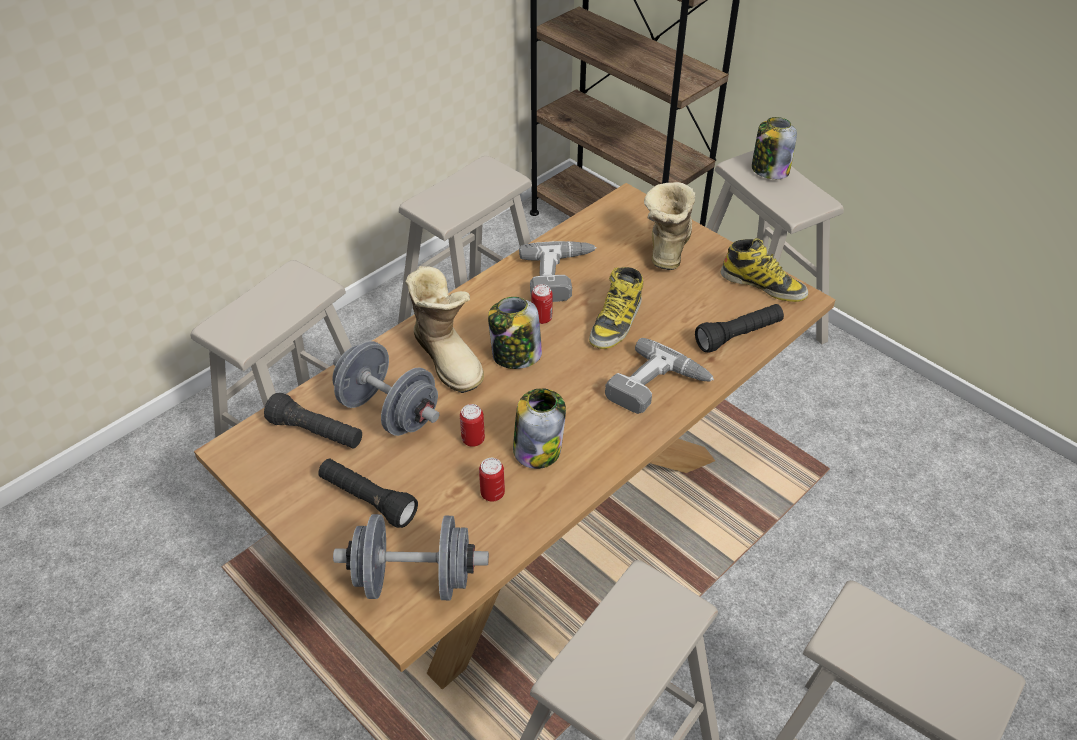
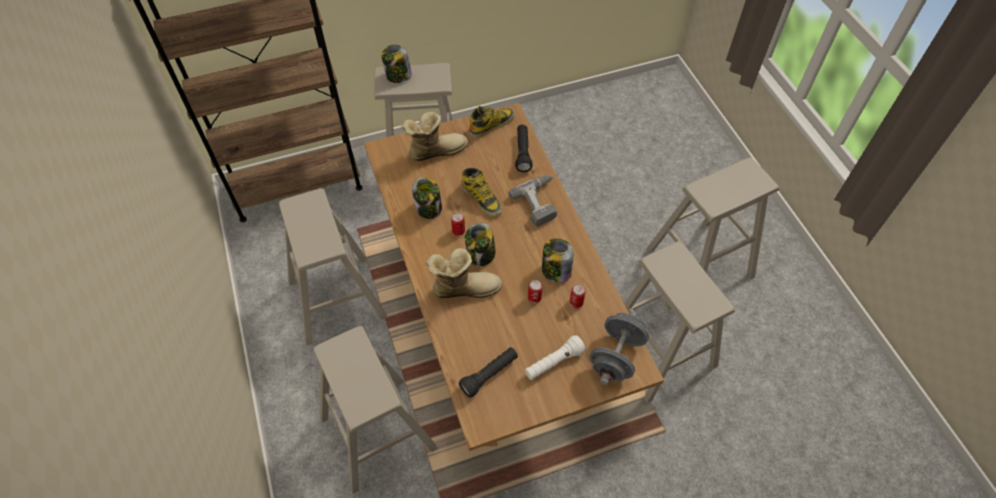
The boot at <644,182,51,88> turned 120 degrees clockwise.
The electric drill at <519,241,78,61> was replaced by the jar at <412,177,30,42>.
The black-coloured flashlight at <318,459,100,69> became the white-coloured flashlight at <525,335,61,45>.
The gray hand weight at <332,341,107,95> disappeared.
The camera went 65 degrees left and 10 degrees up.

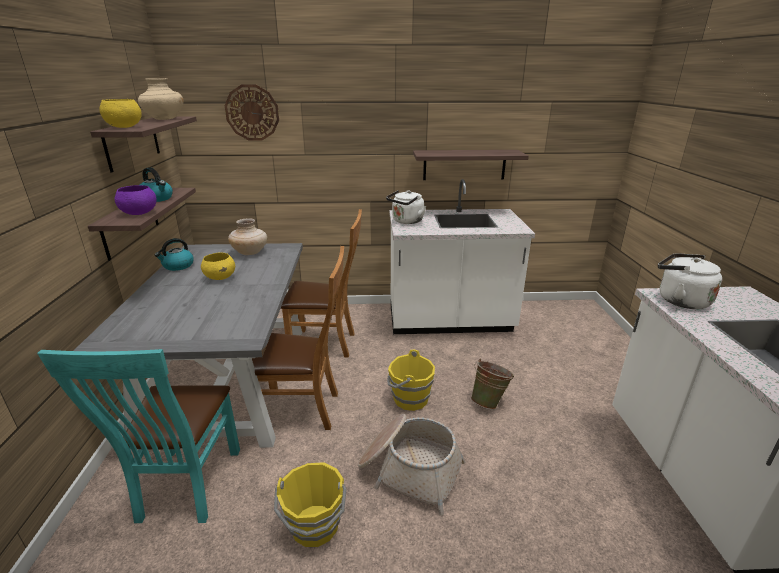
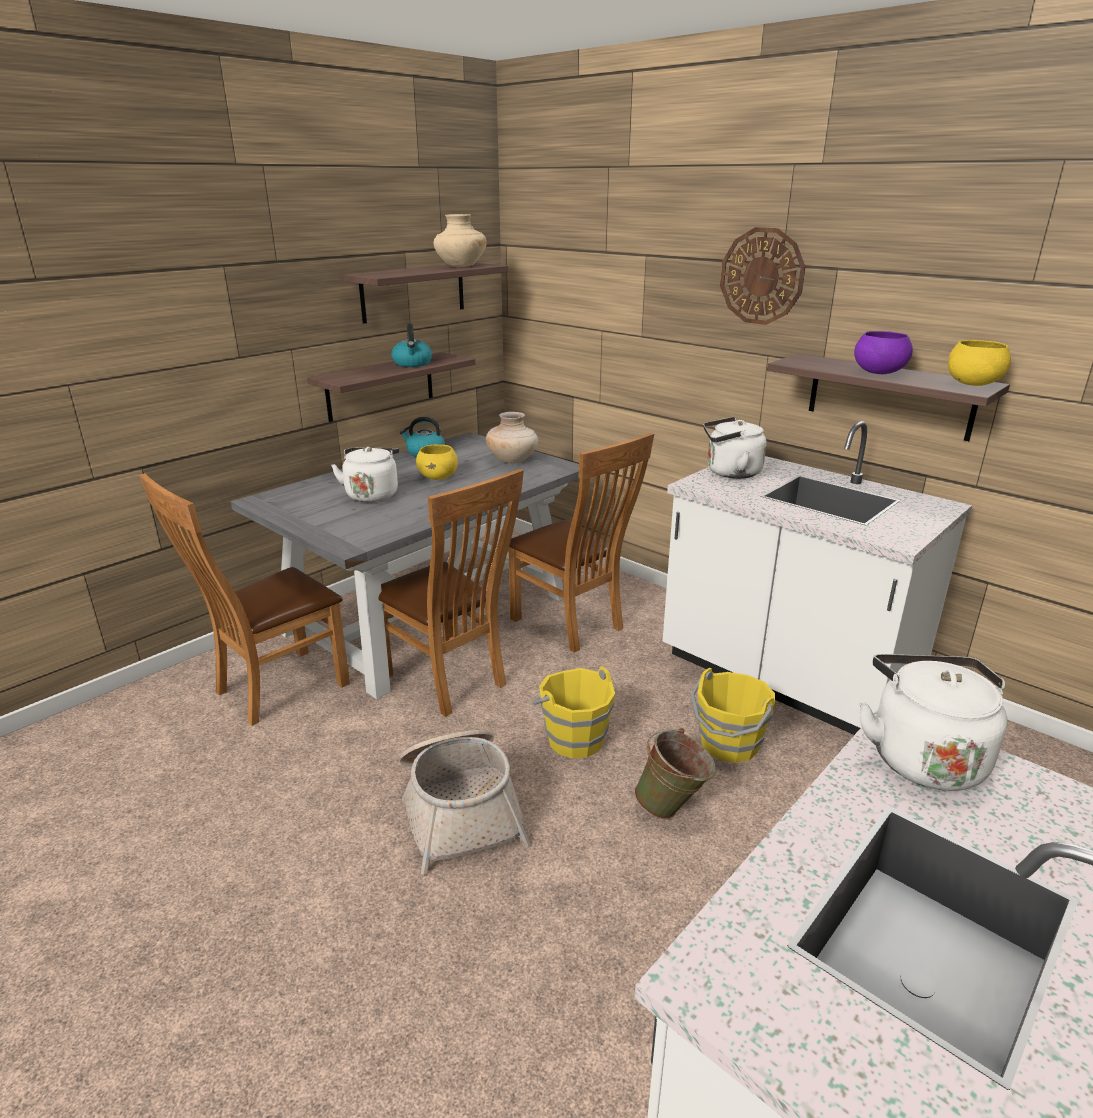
The turquoise plain chair at <37,349,203,174> became the brown plain chair at <139,473,211,253>.
The white-coloured tea kettle at <331,447,68,55> appeared.
The yellow water bucket moved from <274,462,72,85> to <691,668,84,95>.
The clock on the wall moved from <225,84,54,56> to <720,227,85,98>.
The purple-coloured serving bowl moved from <115,185,42,30> to <854,331,59,43>.
The yellow serving bowl moved from <99,99,43,29> to <948,340,63,46>.
The camera went 45 degrees right and 0 degrees up.

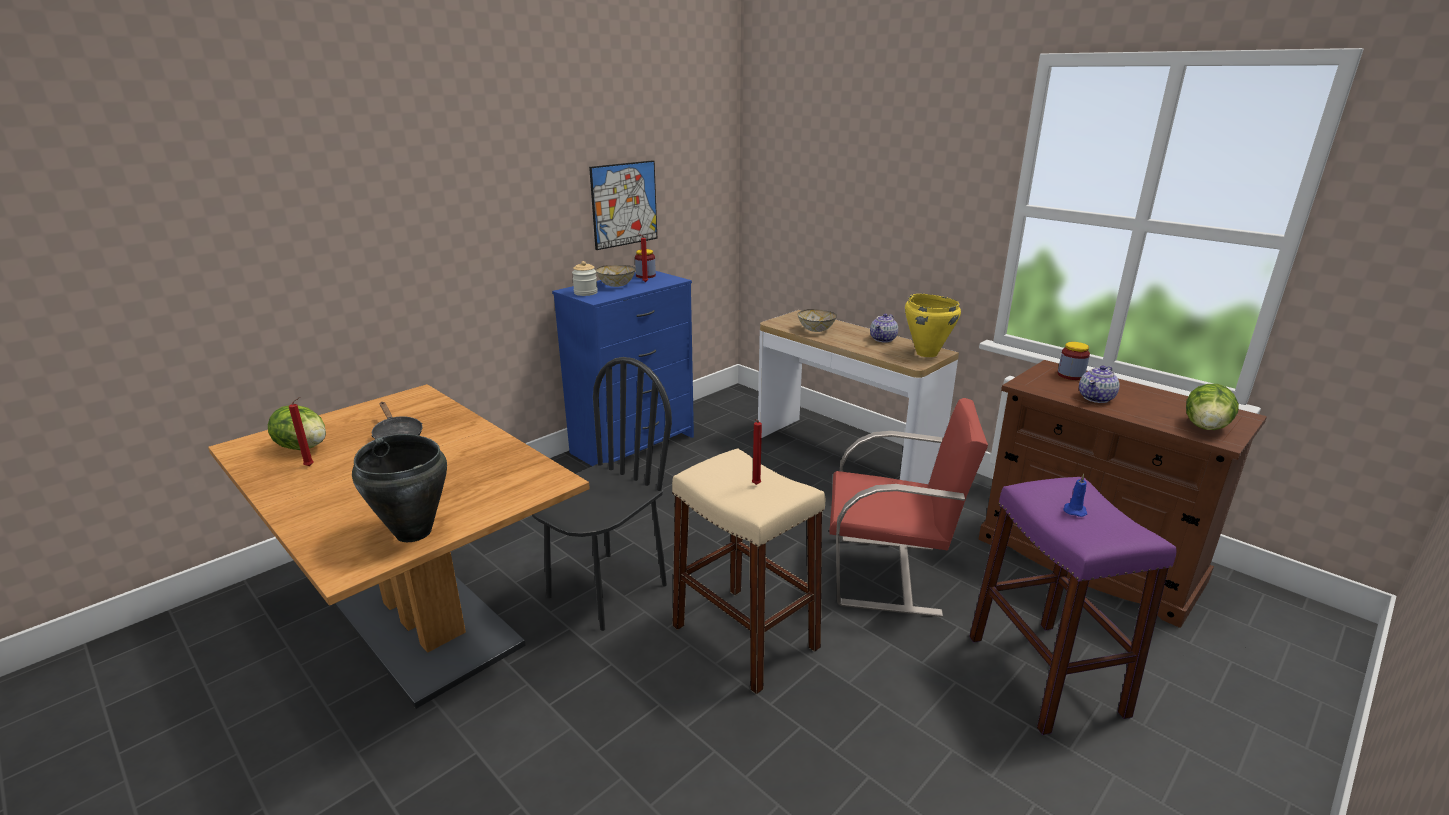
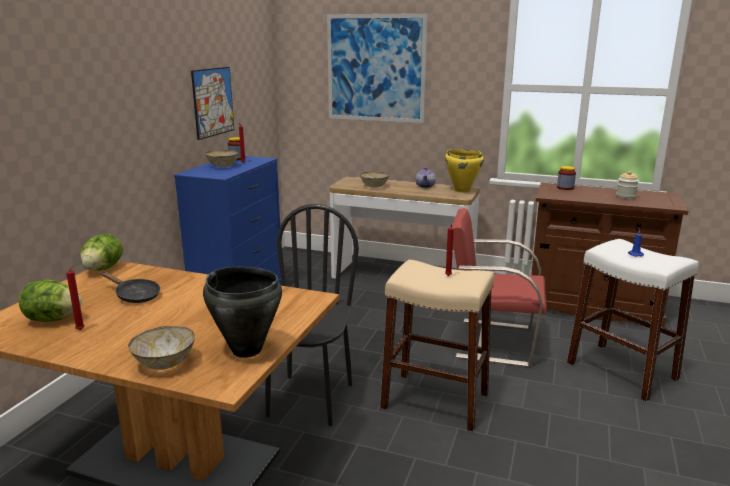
The lettuce head moved from <1186,384,53,46> to <80,234,43,37>.
The serving bowl at <128,326,66,44> appeared.
The wall art at <327,13,101,110> appeared.
The red-coloured plain chair at <829,398,159,219> turned 150 degrees counterclockwise.
The purple-coloured stool seat at <969,477,207,258> became the white-coloured stool seat at <567,239,131,163>.
The jar moved from <572,261,26,35> to <616,171,23,28>.
The tea pot at <1079,365,41,38> disappeared.
The camera went 25 degrees left and 5 degrees down.

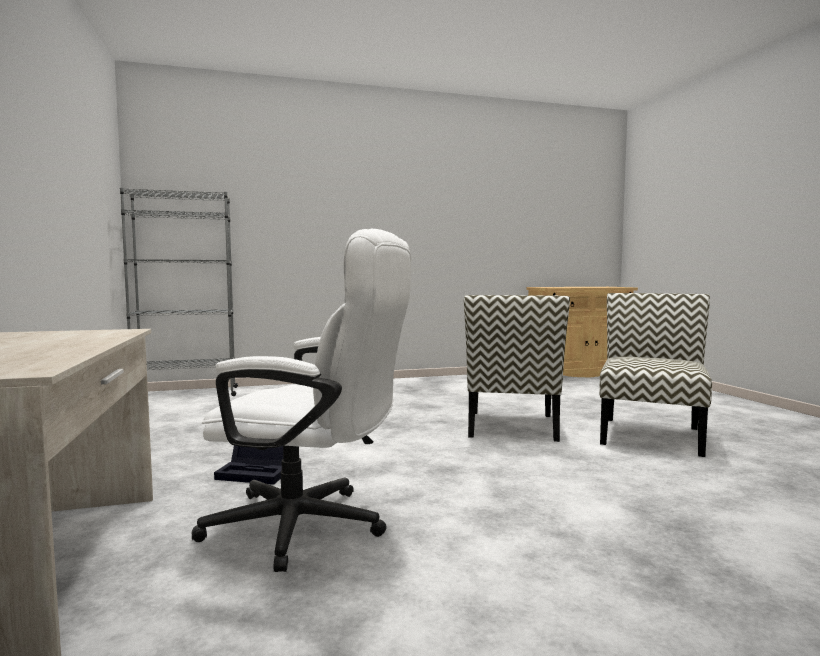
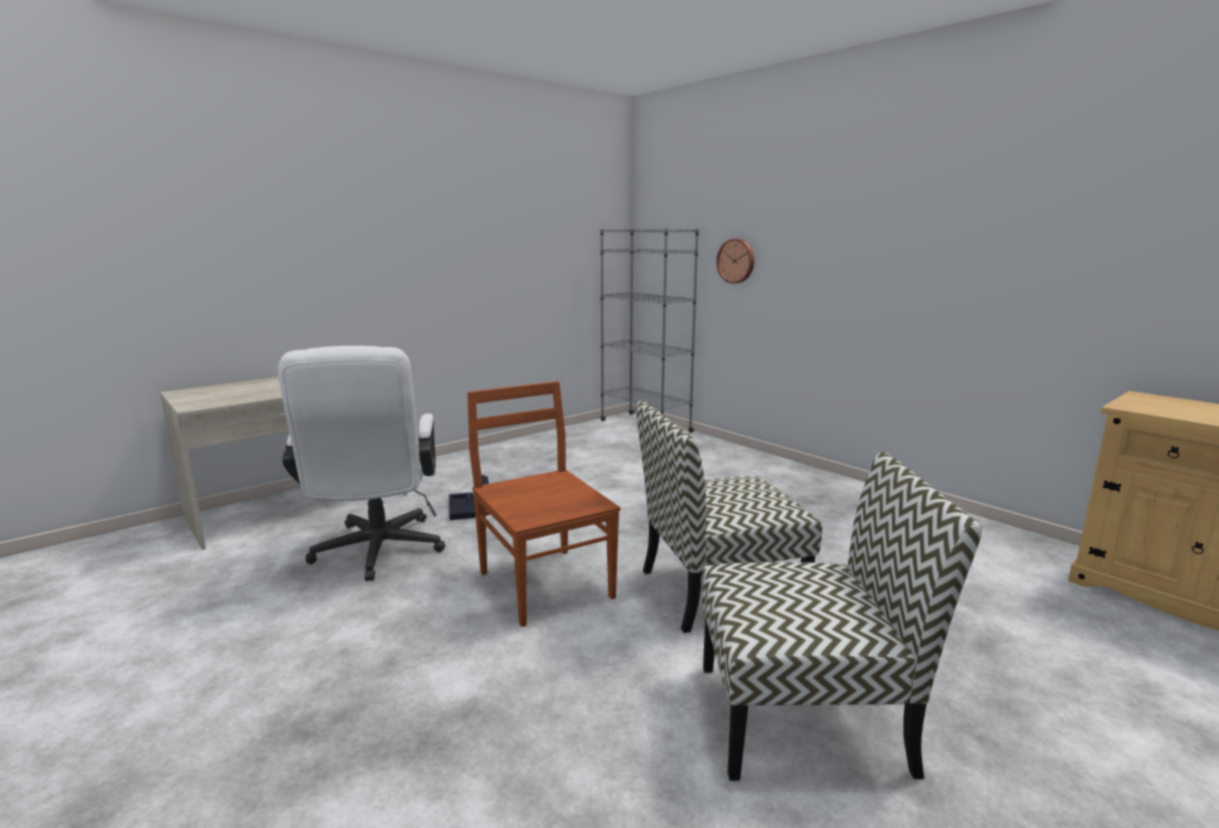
The brown plain chair at <467,381,154,246> appeared.
The clock on the wall at <716,239,38,45> appeared.
The camera went 65 degrees right and 10 degrees up.

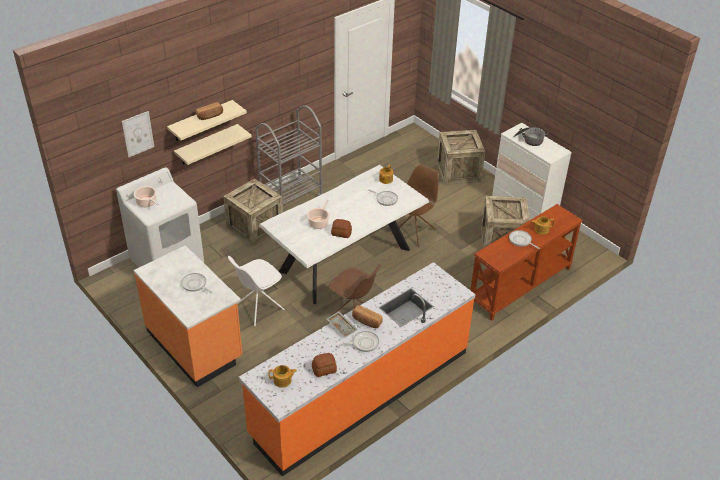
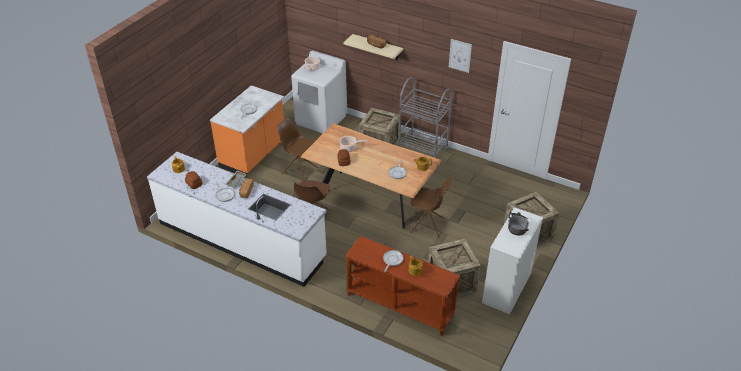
The orangey kitchen base unit at <239,262,237,215> became the white-coloured kitchen base unit at <147,152,180,135>.
The white-coloured plain chair at <228,256,57,70> became the brown plain chair at <277,118,41,62>.
The white-coloured dinner table at <259,165,170,139> became the brown dinner table at <301,123,141,105>.
The wall art moved from <122,111,32,46> to <449,39,23,34>.
The sand-coloured bracket shelf at <174,124,78,41> disappeared.
The camera went 70 degrees right and 0 degrees up.

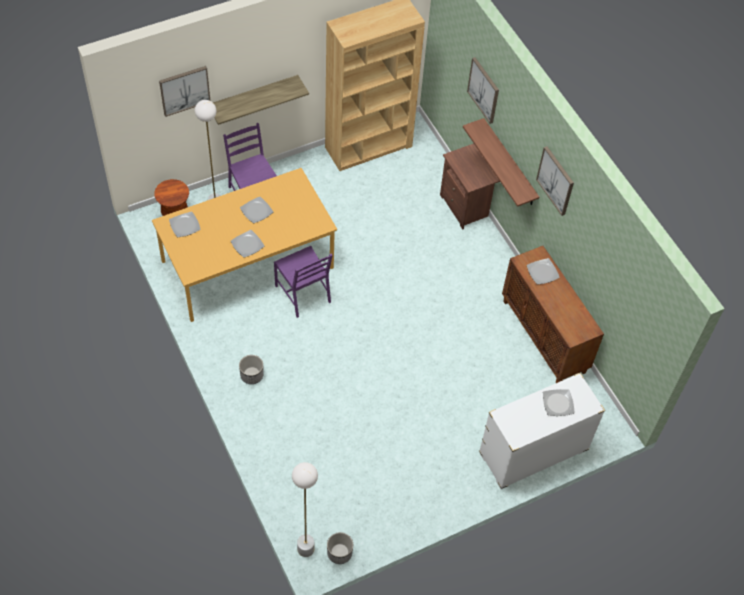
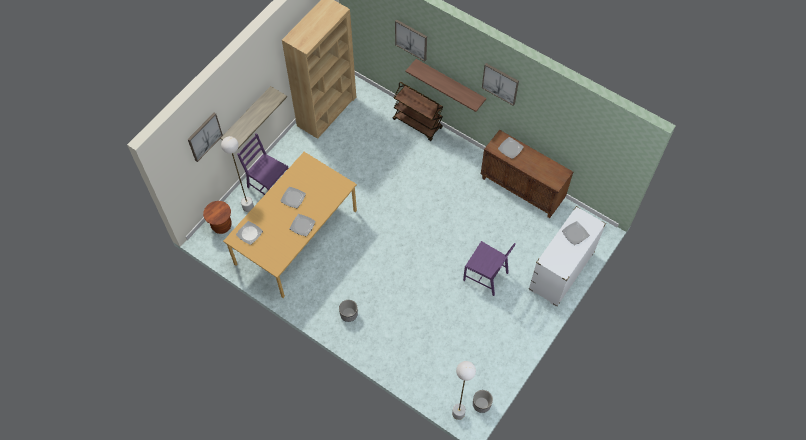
The brown bedside table at <440,143,60,87> was replaced by the brown wheeled cart at <393,82,50,59>.
The purple-coloured plain chair moved from <274,246,59,72> to <463,241,53,55>.
The camera went 25 degrees left and 5 degrees up.

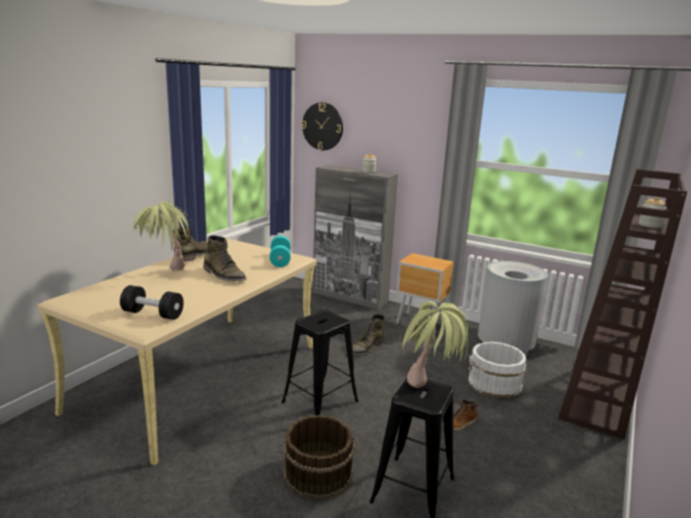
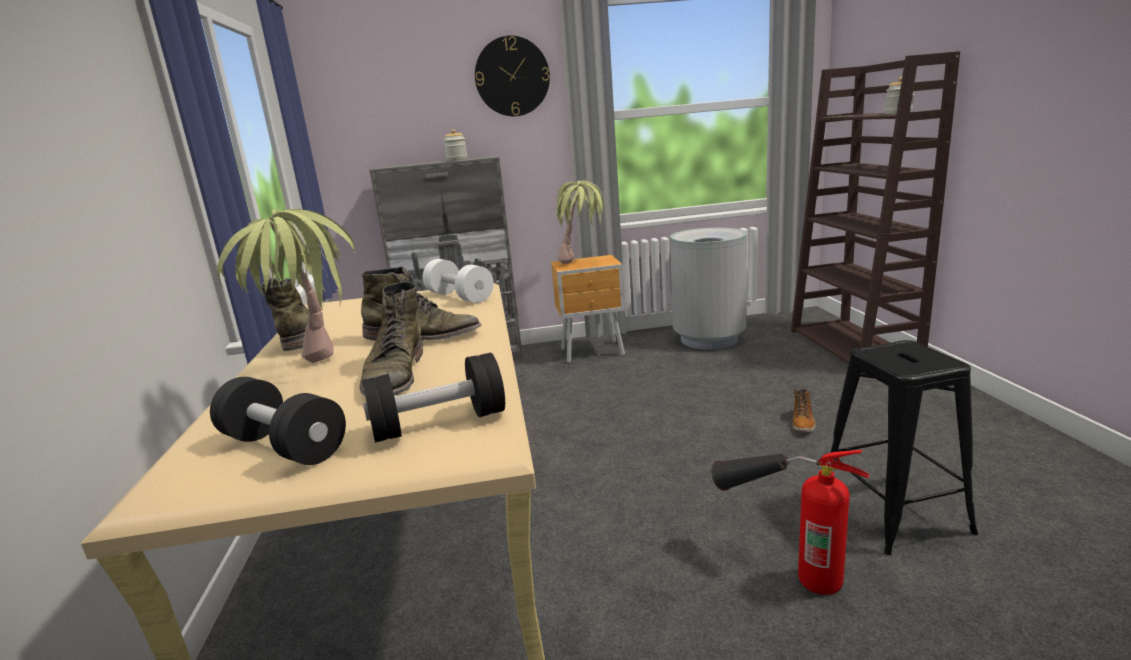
The black-coloured hand weight at <210,377,136,88> appeared.
The green-coloured boot moved from <352,314,33,42> to <359,281,64,115>.
The turquoise hand weight at <270,236,21,31> became the white-coloured hand weight at <423,259,71,44>.
The clock on the wall moved from <302,102,41,48> to <475,36,75,80>.
The houseplant moved from <400,301,68,87> to <554,180,51,84>.
The brown water bucket at <283,415,72,85> was replaced by the fire extinguisher at <711,450,159,145>.
The black-coloured stool seat at <282,310,76,105> disappeared.
The white-coloured water bucket at <468,342,59,56> disappeared.
The camera went 35 degrees left and 0 degrees up.

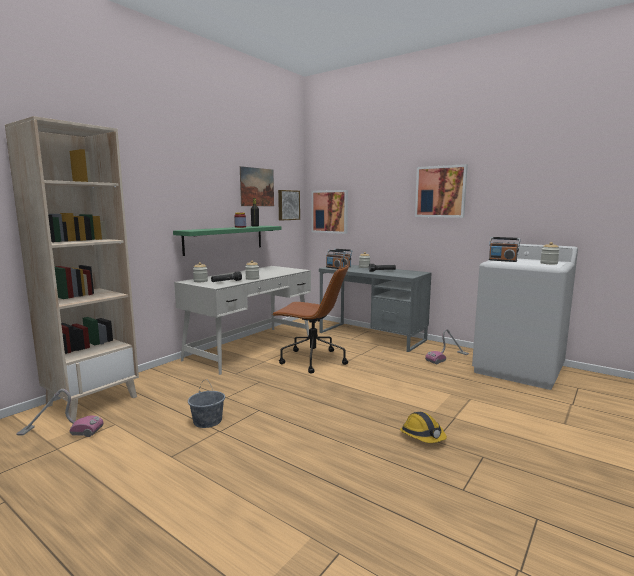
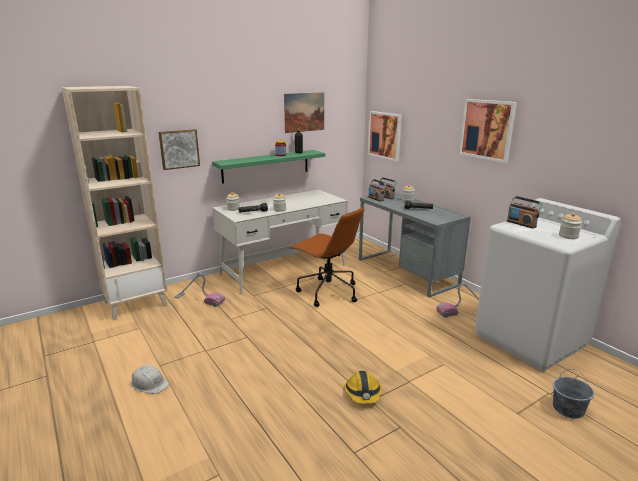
The white-coloured work helmet at <131,365,38,29> appeared.
The wall art moved from <278,190,22,31> to <159,129,41,41>.
The vacuum moved from <16,389,88,48> to <174,273,51,34>.
The gray water bucket moved from <188,382,37,46> to <553,369,42,50>.
The camera went 20 degrees right and 10 degrees up.

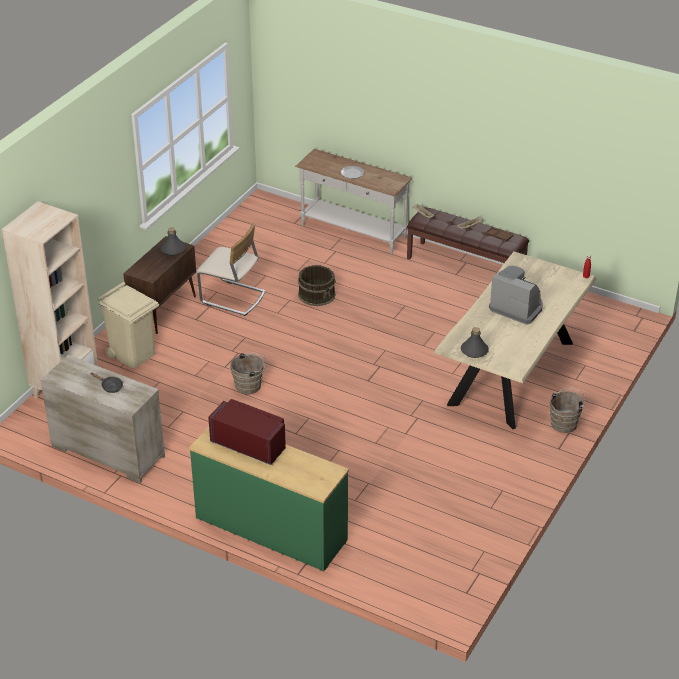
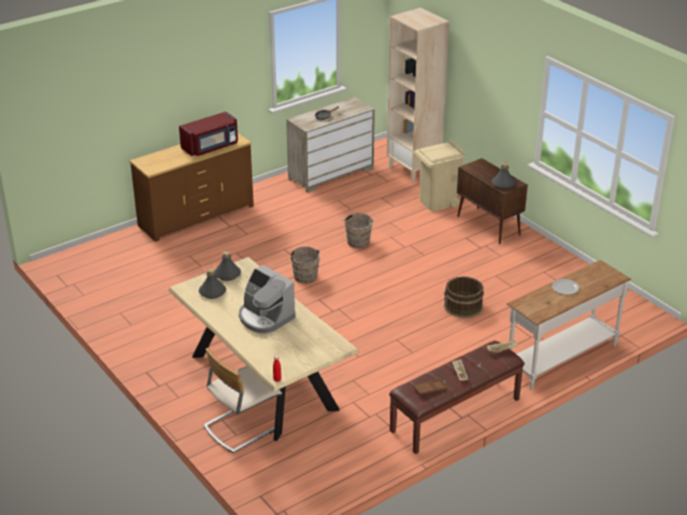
The green-coloured dresser at <189,427,160,144> became the brown dresser at <129,133,125,109>.
The gray drink bottle at <199,268,27,31> appeared.
The sand-coloured plain chair moved from <196,223,69,93> to <204,348,78,106>.
The coffee machine at <489,266,54,59> turned 75 degrees clockwise.
The brown water bucket moved from <550,388,37,45> to <290,246,31,37>.
The camera went 115 degrees right and 5 degrees down.

